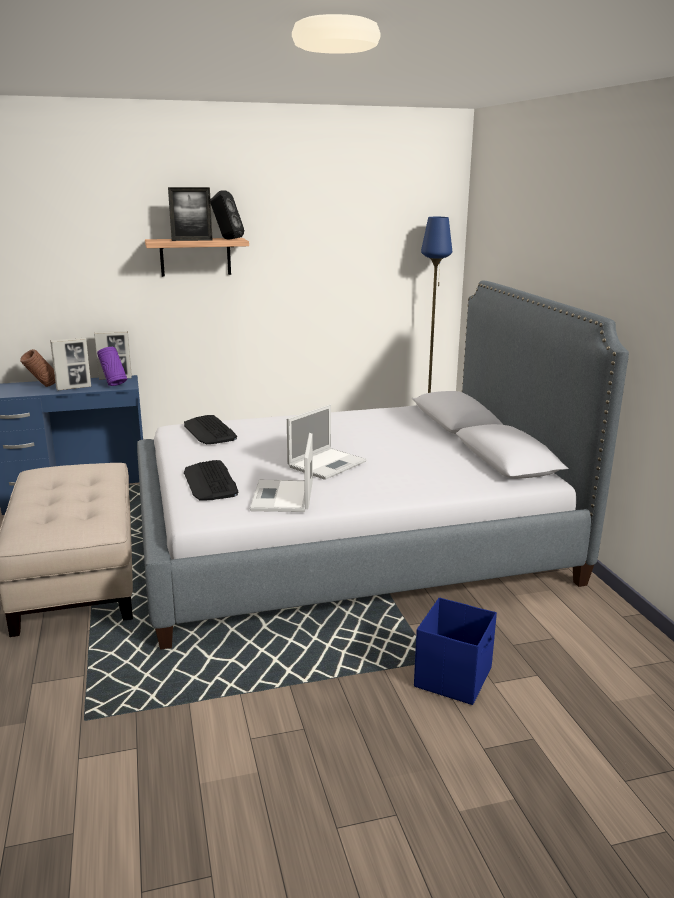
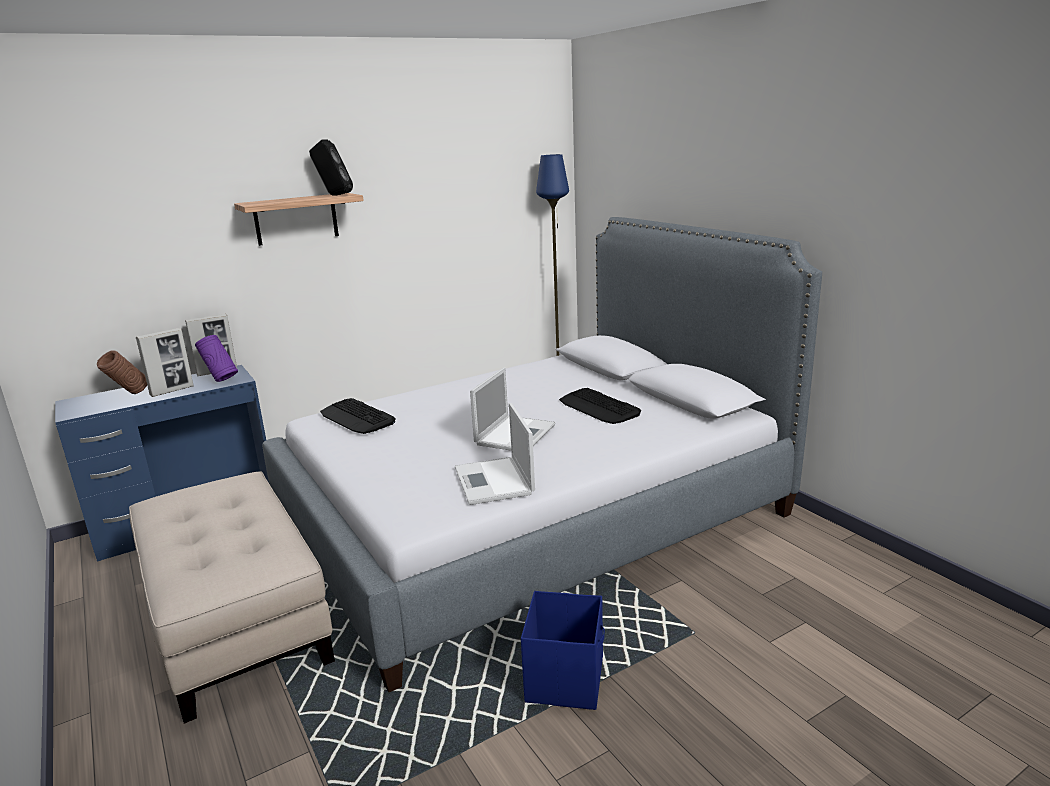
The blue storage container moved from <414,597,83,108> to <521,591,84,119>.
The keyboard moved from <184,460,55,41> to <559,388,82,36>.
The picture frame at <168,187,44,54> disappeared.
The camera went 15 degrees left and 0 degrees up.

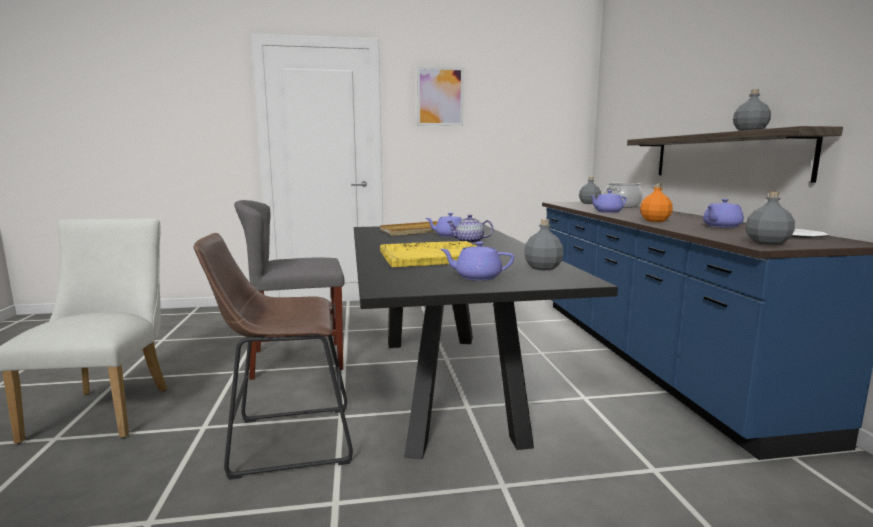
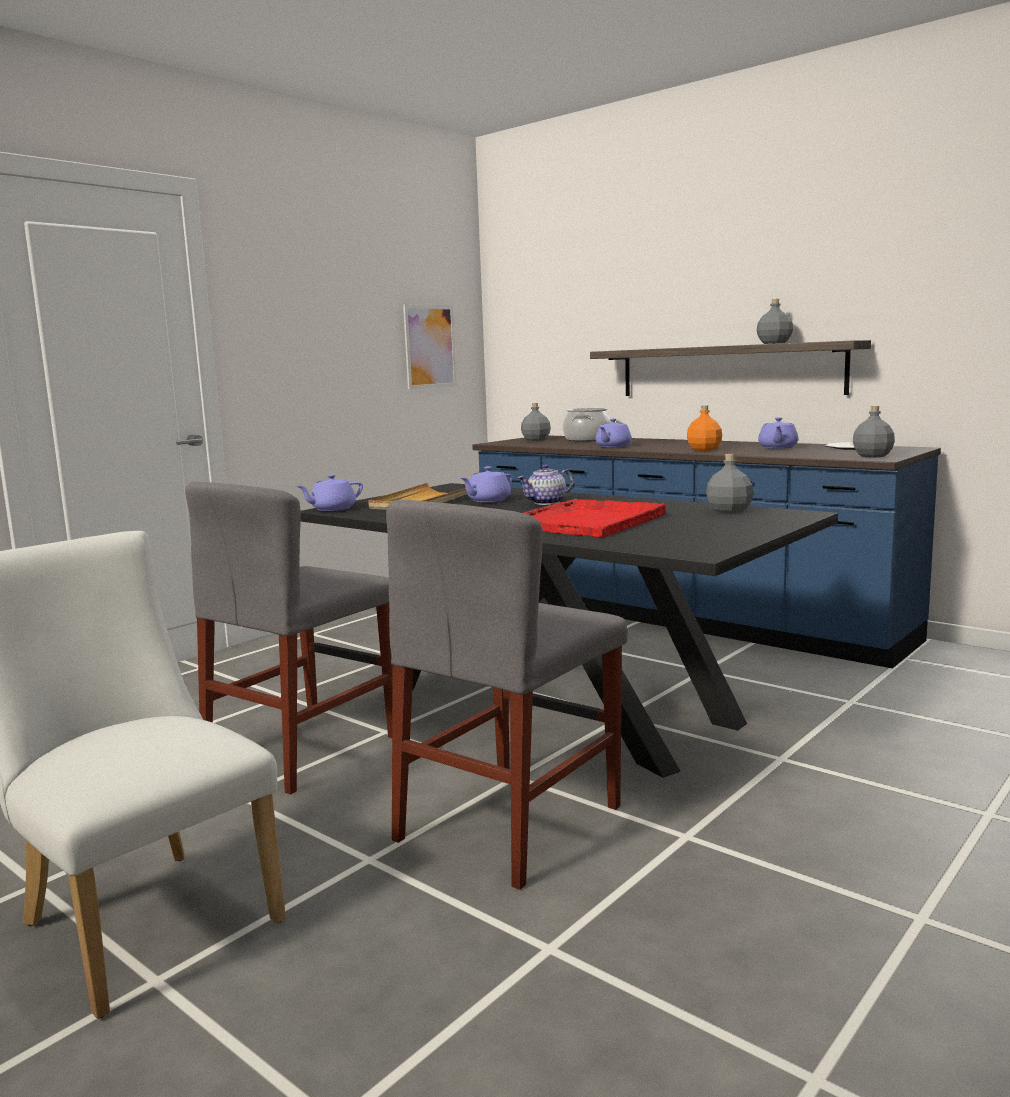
The purple-coloured tea pot moved from <440,241,74,40> to <297,474,66,37>.
The brown stool seat at <194,233,159,247> was replaced by the gray plain chair at <386,500,242,390>.
The wall art moved from <417,66,47,60> to <403,304,54,85>.
The yellow serving tray at <380,241,97,26> became the red-coloured serving tray at <524,499,141,38>.
The camera went 40 degrees left and 0 degrees up.

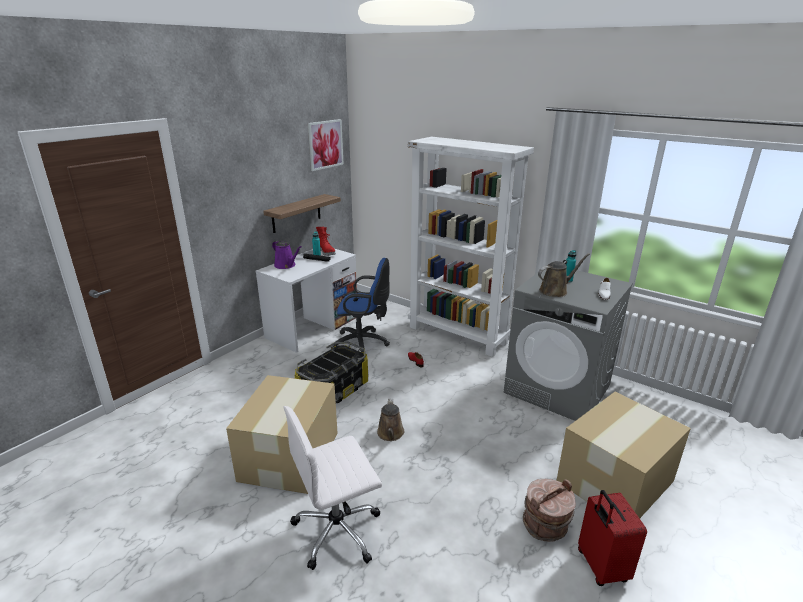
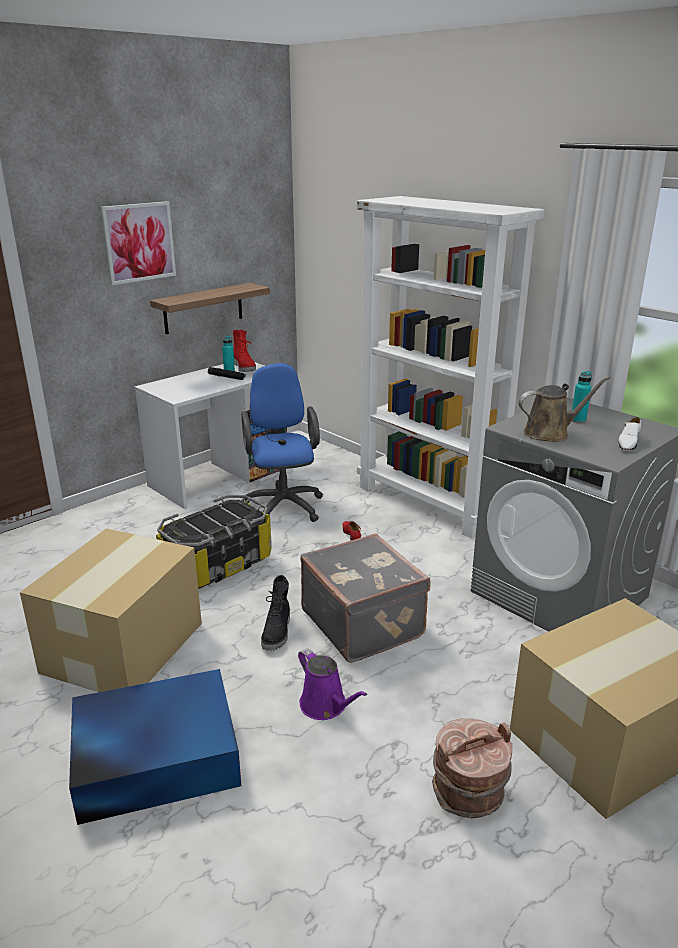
The white-coloured office chair at <283,406,99,164> was replaced by the blue storage container at <69,669,172,156>.
The wall art moved from <308,119,36,52> to <100,201,76,84>.
The blue office chair at <331,258,59,95> turned 120 degrees counterclockwise.
The brown watering can at <377,399,27,42> was replaced by the black-coloured boot at <261,575,29,76>.
The purple-coloured watering can moved from <272,241,30,28> to <298,648,69,72>.
The gray piece of luggage at <300,533,131,130> appeared.
The red-coloured piece of luggage at <578,490,69,96> disappeared.
The camera went 10 degrees right and 0 degrees up.

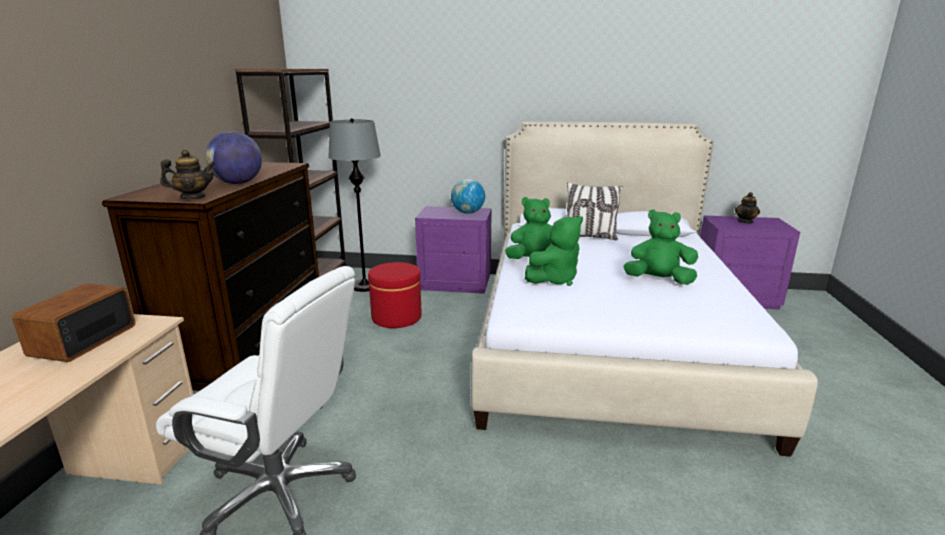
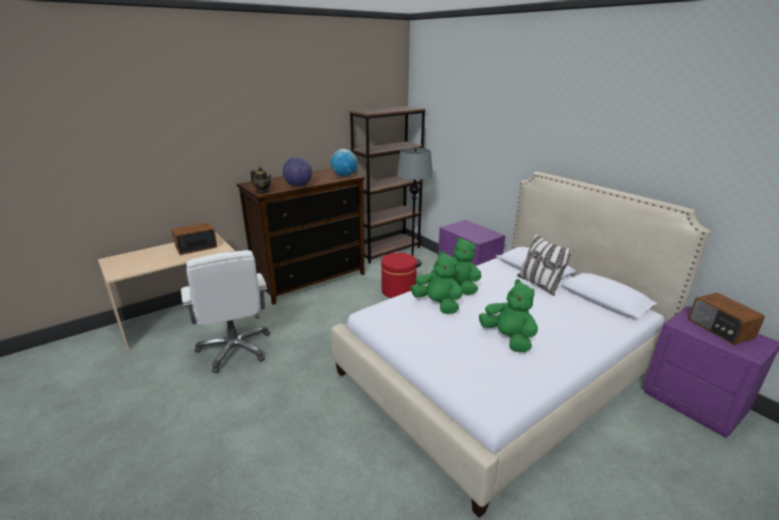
The world globe moved from <451,179,34,35> to <331,149,26,28>.
The green-coloured soft toy at <525,216,58,70> turned 150 degrees counterclockwise.
The tea pot at <735,192,25,32> was replaced by the radio at <688,293,77,52>.
The camera went 45 degrees right and 5 degrees up.

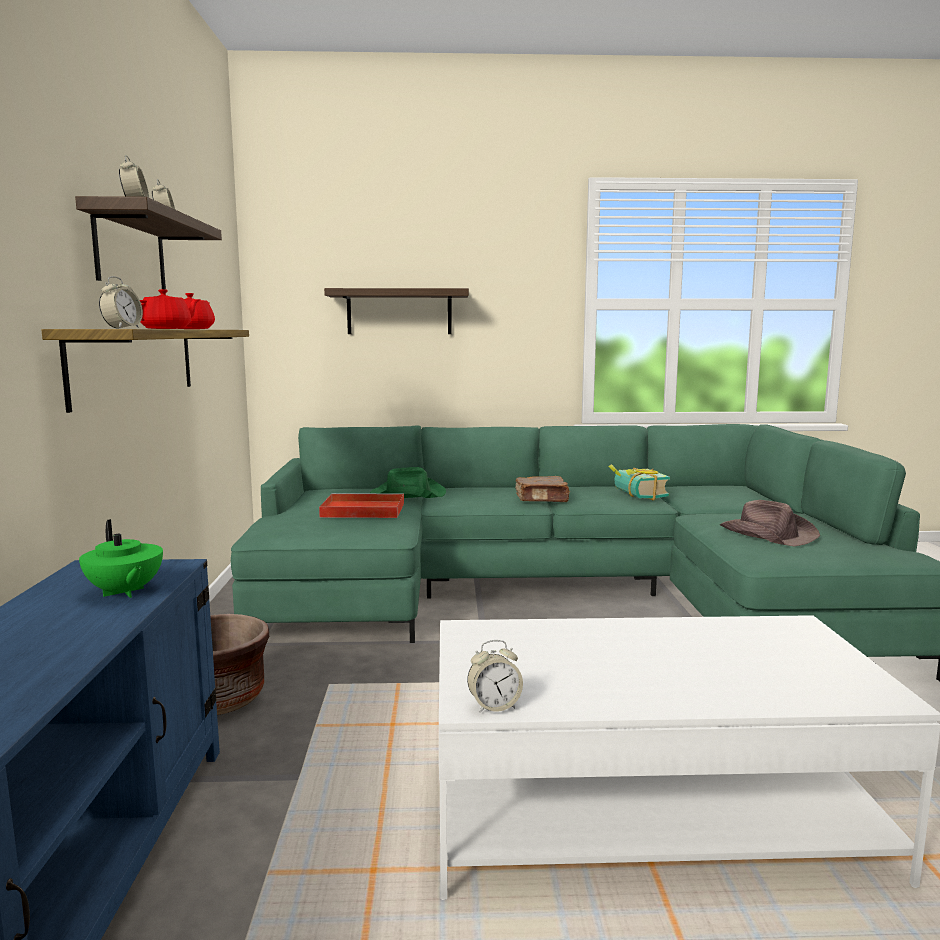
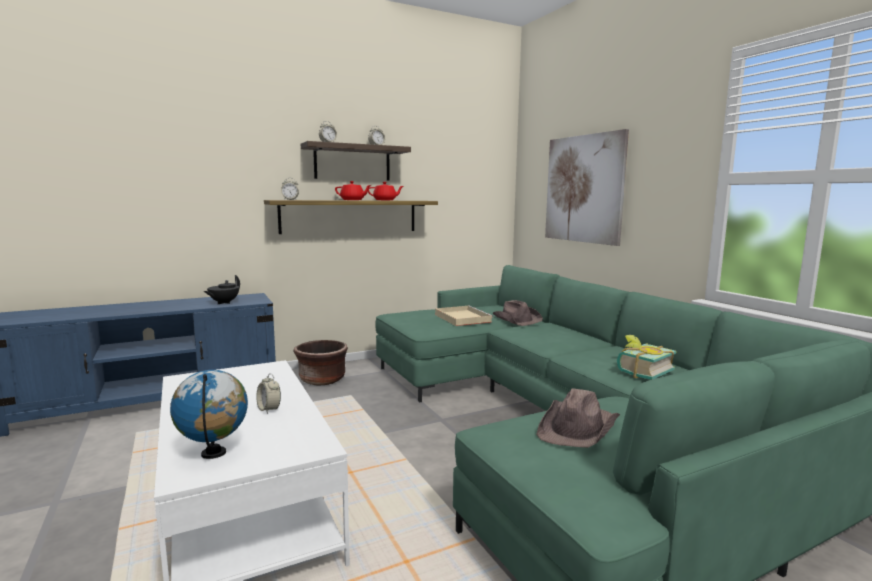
The world globe at <170,370,78,89> appeared.
The green-coloured tea pot at <79,519,84,79> became the black-coloured tea pot at <204,275,36,29>.
The bedside clock moved from <467,640,56,73> to <256,373,25,41>.
The red-coloured serving tray at <319,493,85,25> became the sand-coloured serving tray at <435,305,58,21>.
The green-coloured clothing hat at <370,467,76,31> became the brown clothing hat at <493,300,50,26>.
The bracket shelf at <324,288,145,46> was replaced by the wall art at <545,129,84,117>.
The brown volume at <515,476,55,26> disappeared.
The camera went 65 degrees right and 0 degrees up.

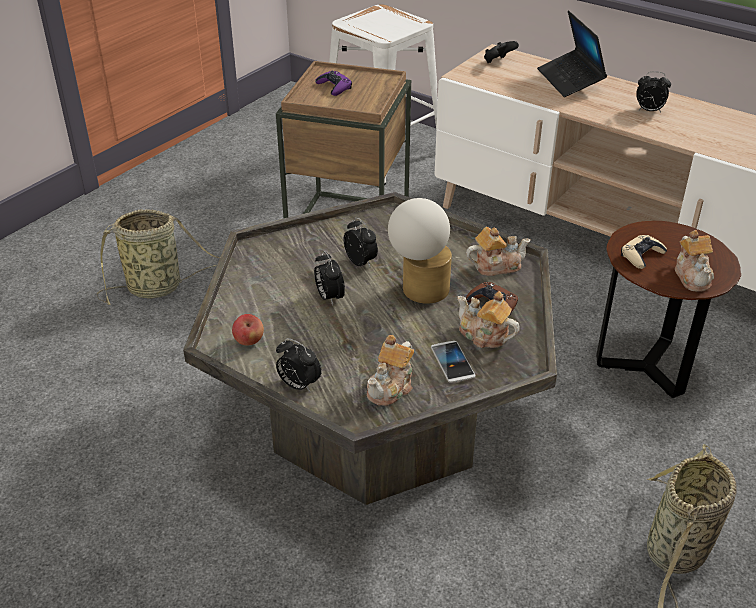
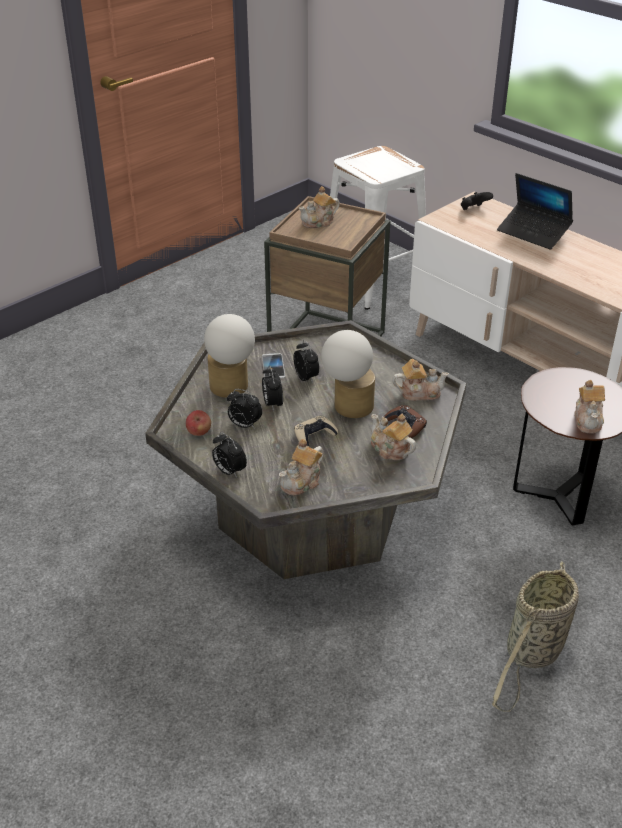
The table lamp at <204,314,51,84> appeared.
The bedside clock moved from <636,71,35,41> to <227,389,35,40>.
The telephone moved from <431,341,45,42> to <262,353,23,26>.
The sand-coloured joypad moved from <621,235,46,34> to <294,416,44,31>.
The purple-coloured joypad at <315,71,37,25> was replaced by the tea pot at <299,186,41,42>.
The notebook computer at <537,10,70,87> turned 45 degrees counterclockwise.
The household basket at <97,209,123,96> disappeared.
The camera went 10 degrees right and 0 degrees up.

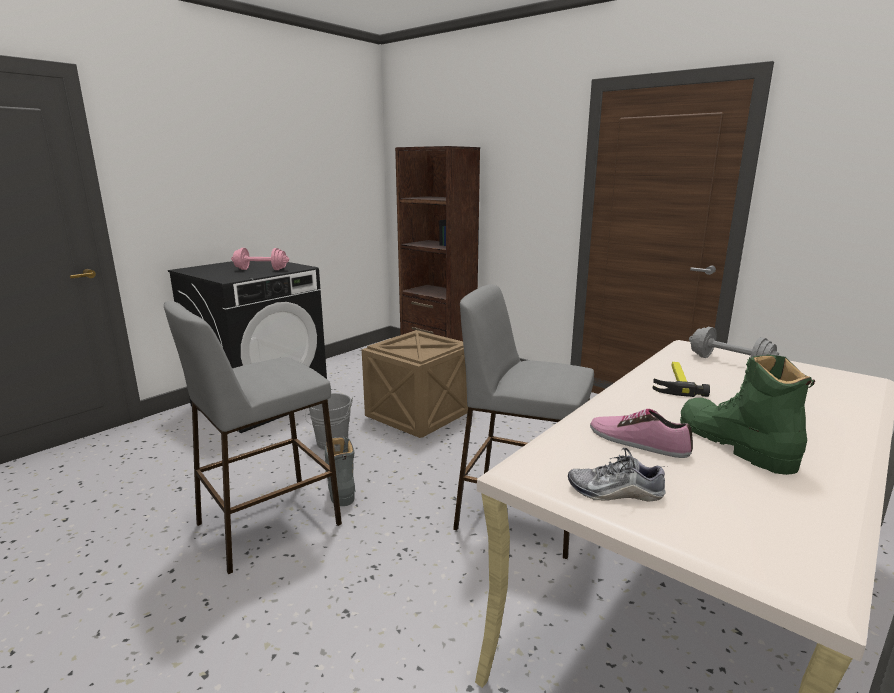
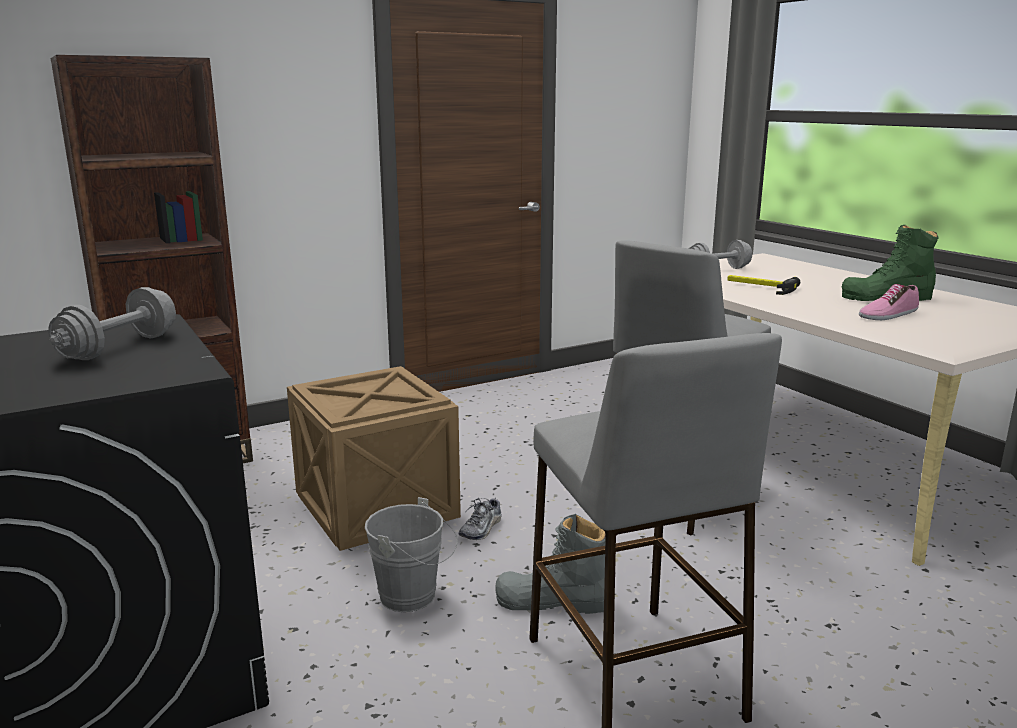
The pinkish hand weight at <231,248,58,22> became the gray hand weight at <48,287,128,73>.
The shoe moved from <568,448,99,54> to <459,498,43,42>.
The camera went 70 degrees left and 0 degrees up.

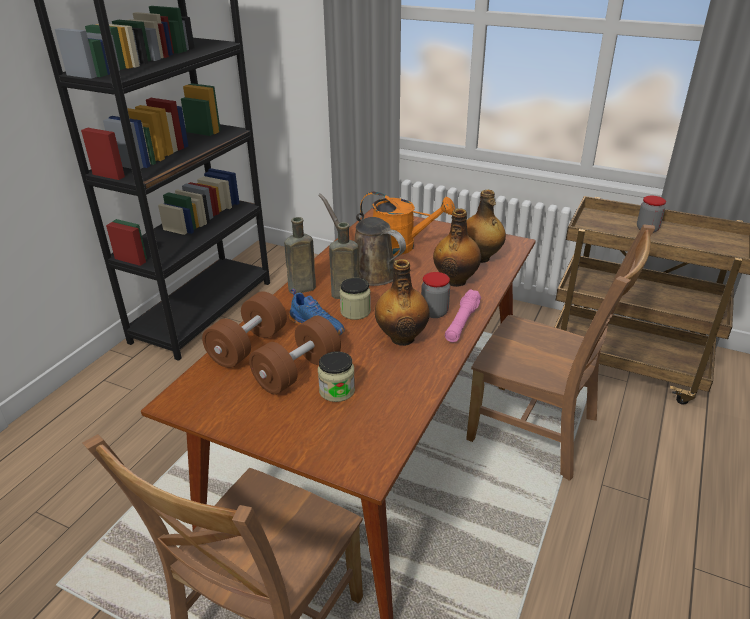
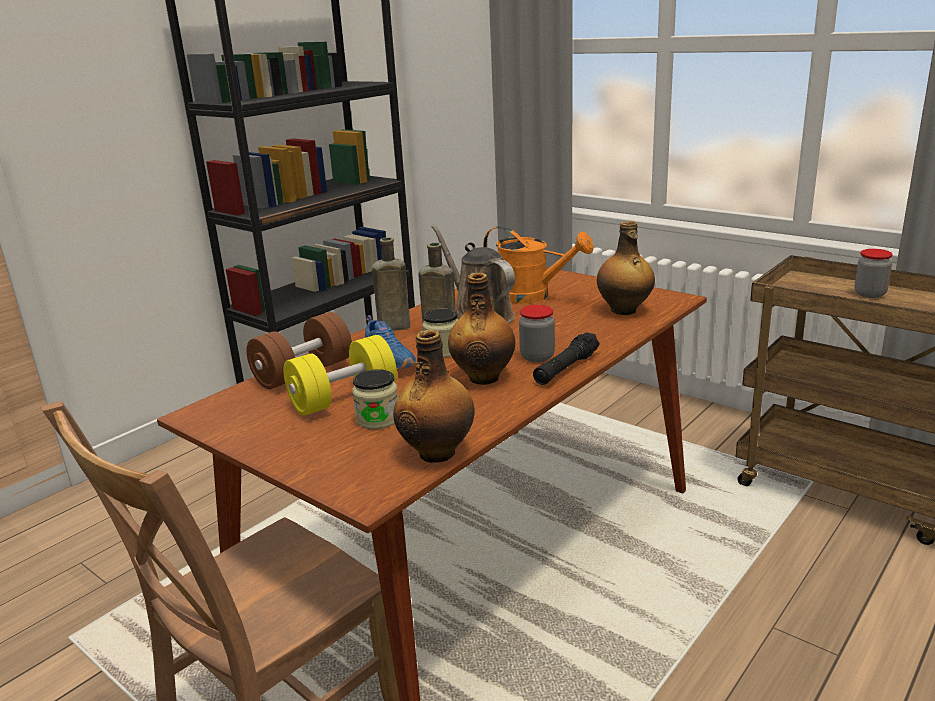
The brown hand weight at <249,316,92,78> became the yellow hand weight at <283,335,114,81>.
The drink bottle moved from <433,208,48,79> to <393,330,82,133>.
The pinkish flashlight at <445,289,36,53> became the black-coloured flashlight at <533,332,67,53>.
The brown plain chair at <466,225,189,256> disappeared.
The camera went 15 degrees right and 10 degrees down.

